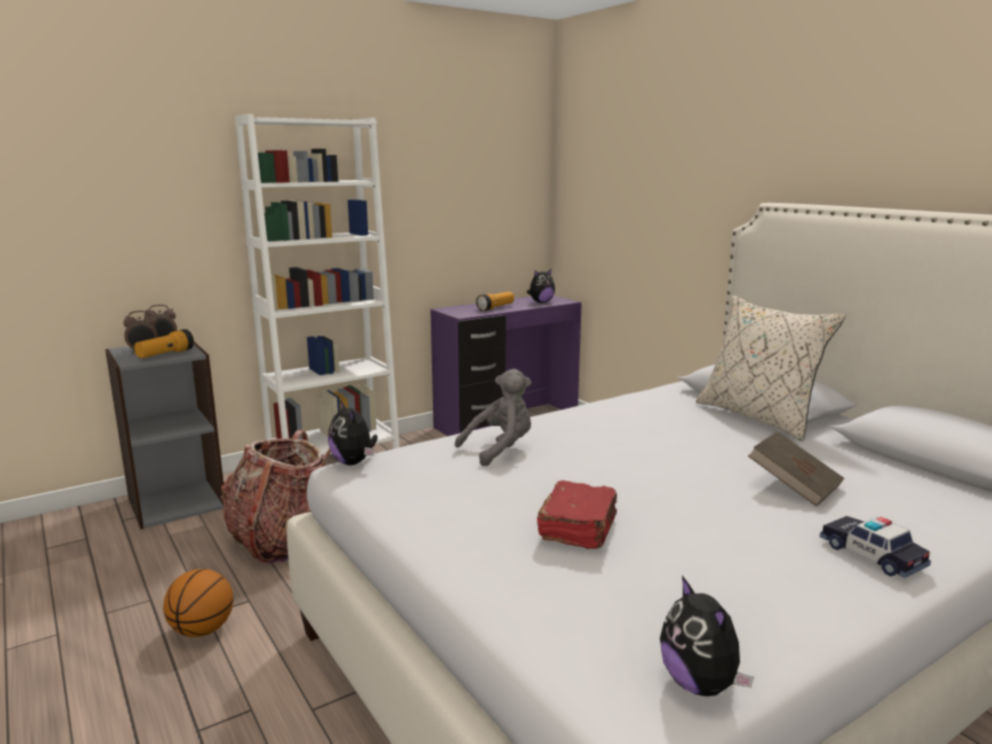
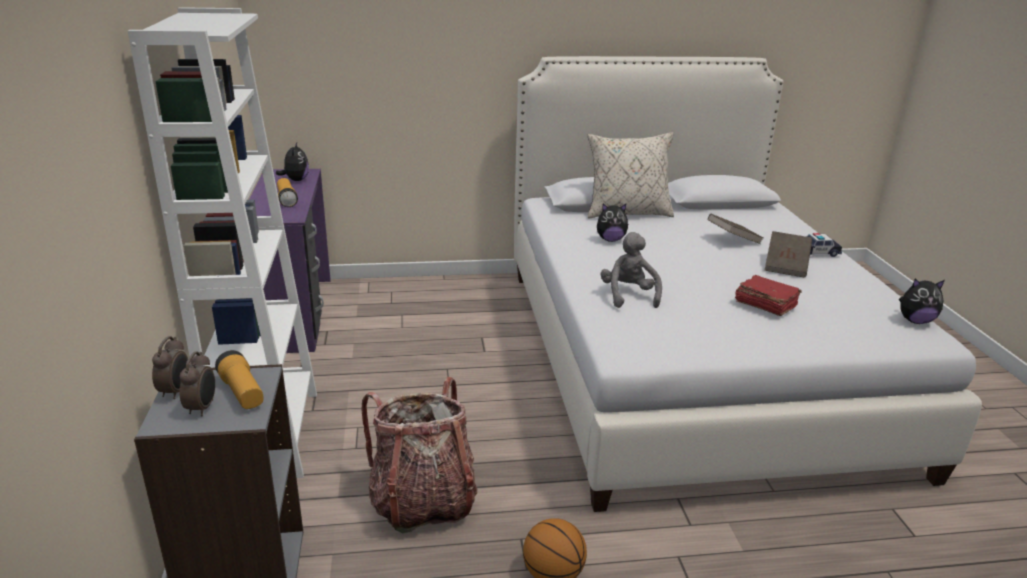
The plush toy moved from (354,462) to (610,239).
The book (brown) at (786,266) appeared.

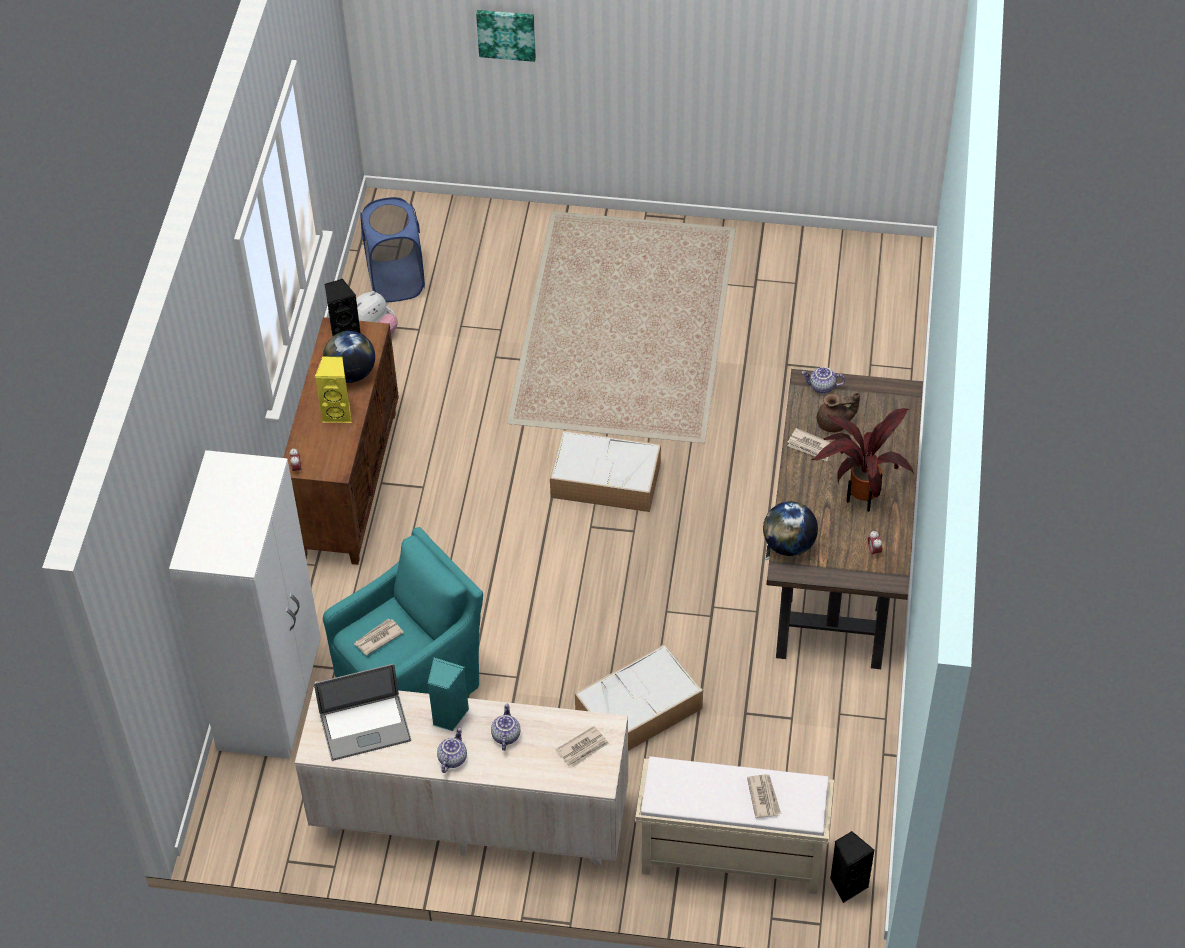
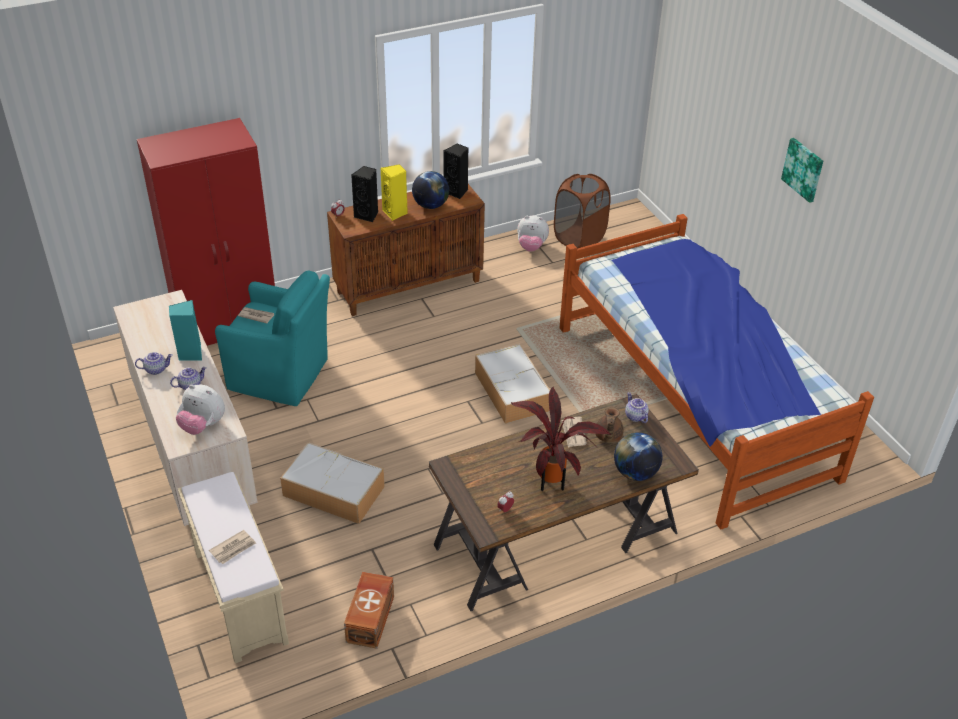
The picture moved from (506,33) to (803,169).
The laundry basket (blue) at (396,281) became the laundry basket (brown) at (579,238).
The teapot (brown) at (834,423) turned 45 degrees clockwise.
The wardrobe (white) at (271,695) became the wardrobe (red) at (228,325).
The globe moved from (788,545) to (635,473).
The laptop at (365,727) disappeared.
The newspaper at (583,748) was replaced by the plush toy at (203,425).
The speaker (black) moved from (847,884) to (367,215).
The bed at (693,399) appeared.
The storage box (brown) at (371,618) appeared.

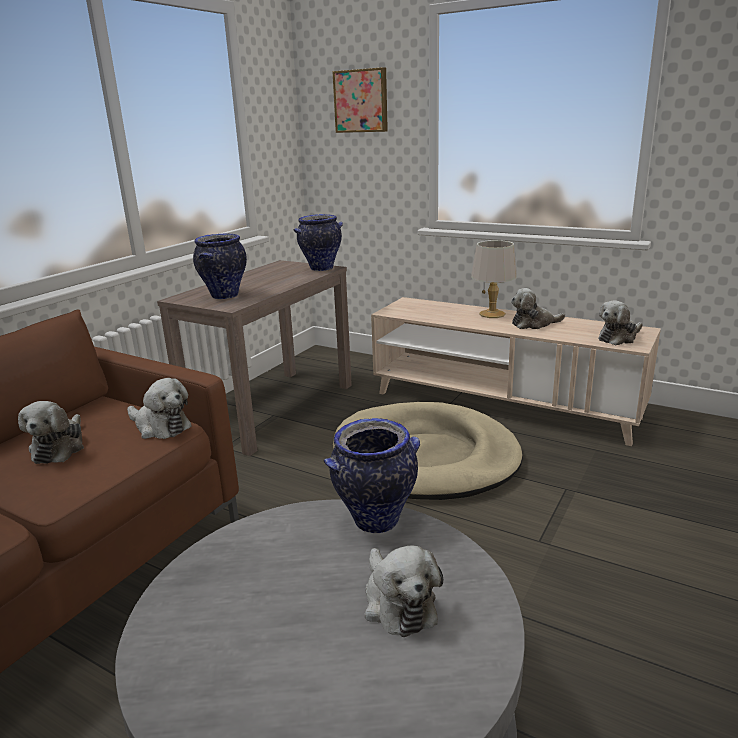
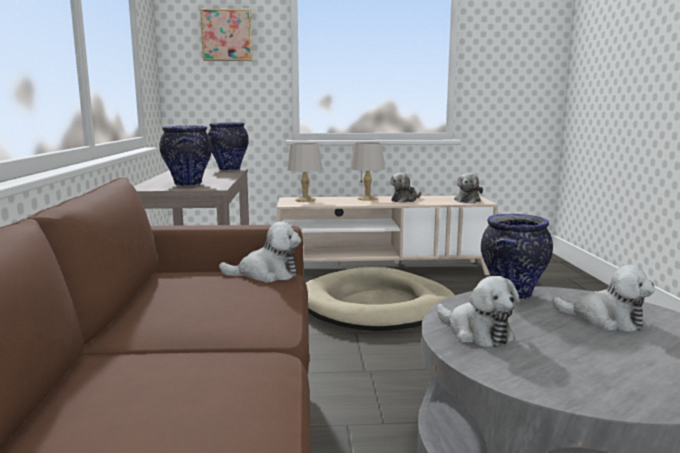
The plush toy moved from (59,447) to (476,333).
The table lamp (grey) at (305,200) appeared.

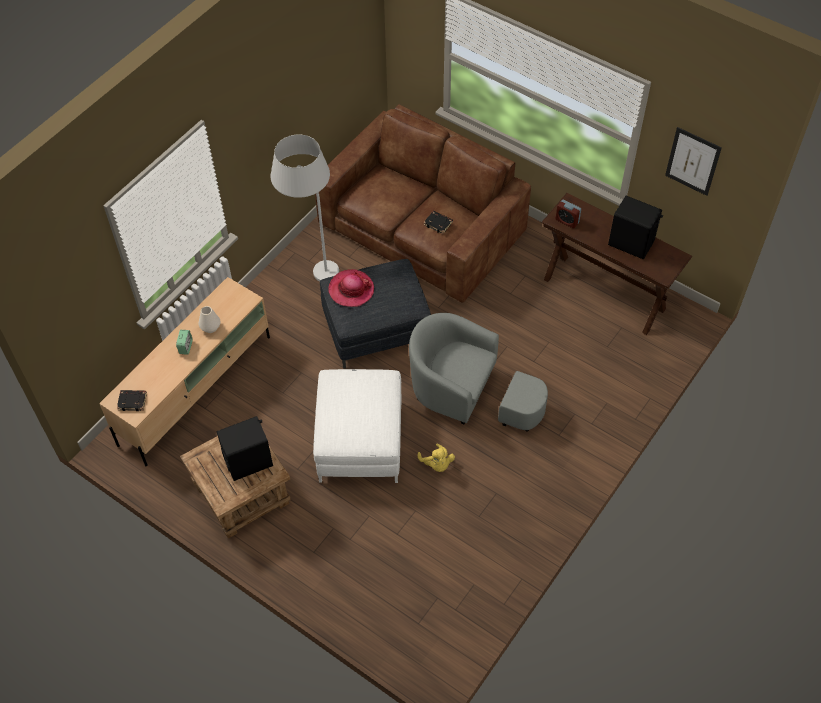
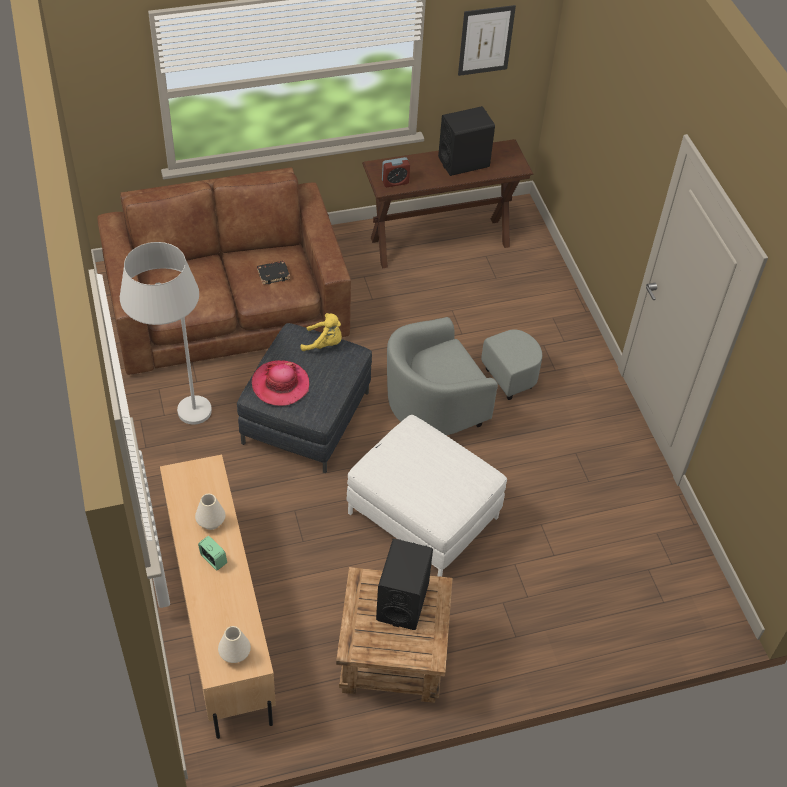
The book (black) at (132,401) was replaced by the vase (white) at (235,653).
The plush toy (yellow) moved from (437,464) to (324,344).

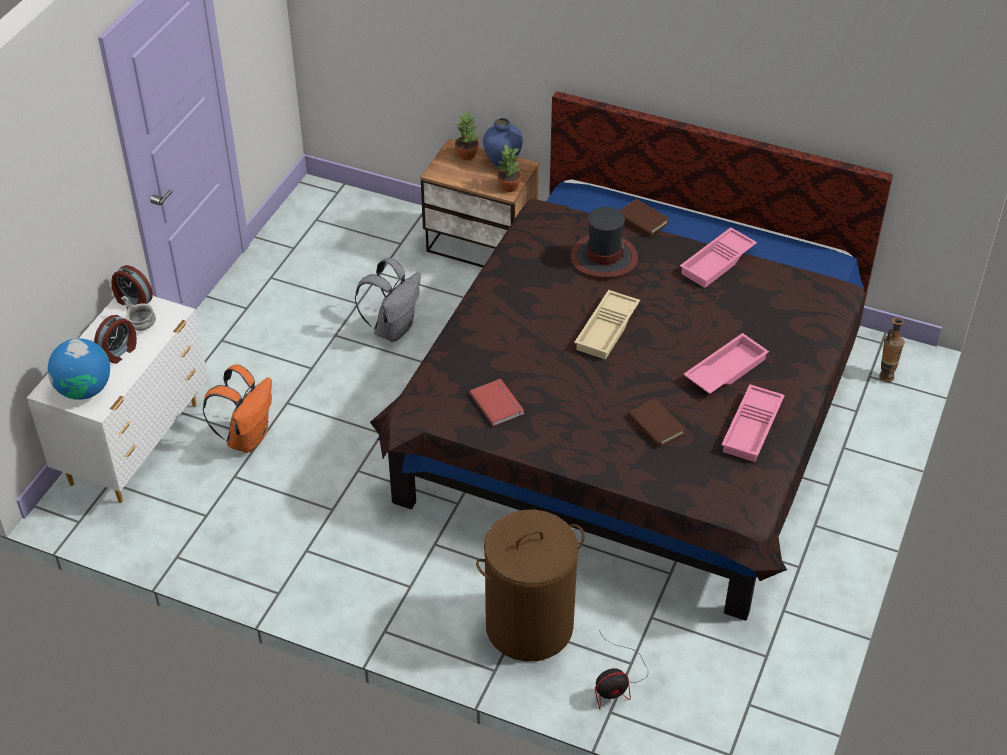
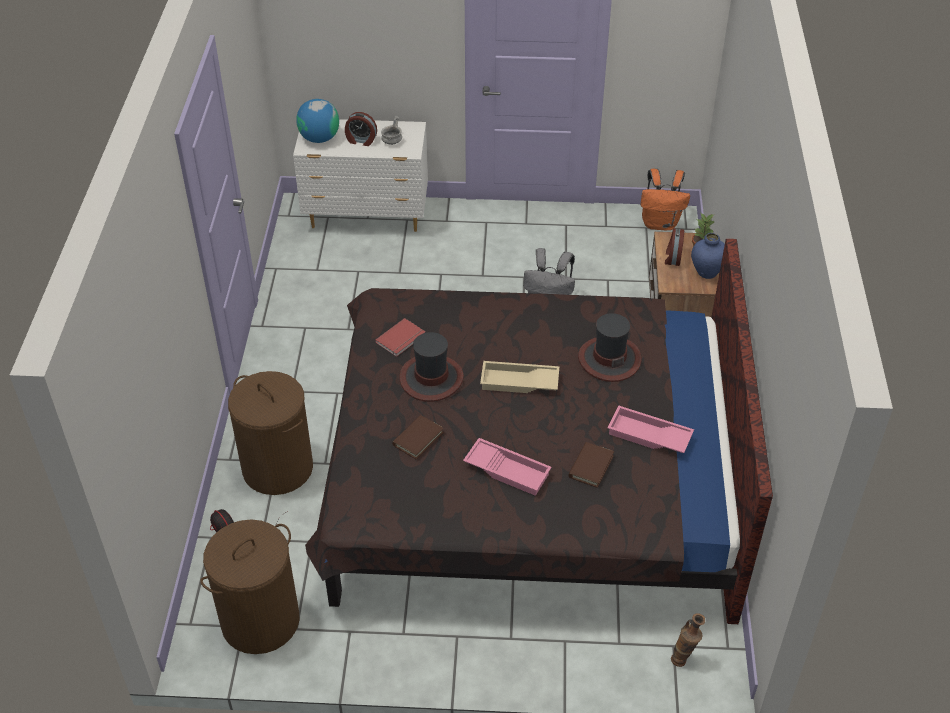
The potted plant at (509,187) disappeared.
The book (brown) moved from (642,220) to (591,466).
The alarm clock moved from (133,301) to (672,257).
The backpack (orange) moved from (247,437) to (660,223).
The tray (pink) at (753,428) disappeared.
The hat at (431,378) appeared.
The laundry basket (brown) at (260,620) appeared.

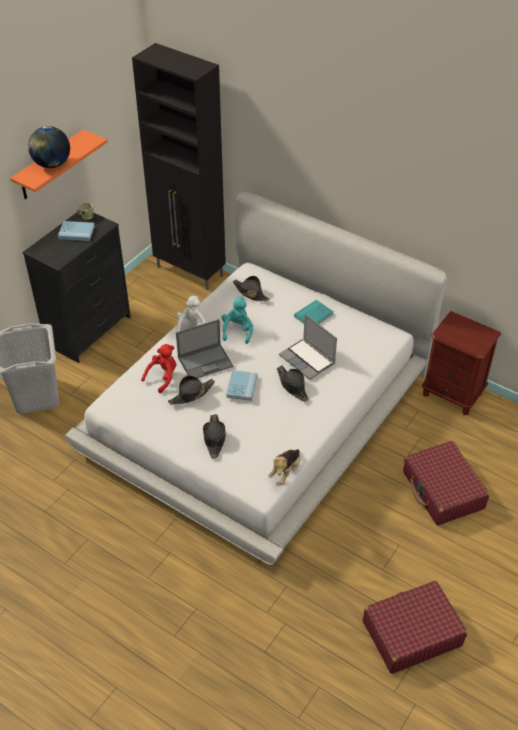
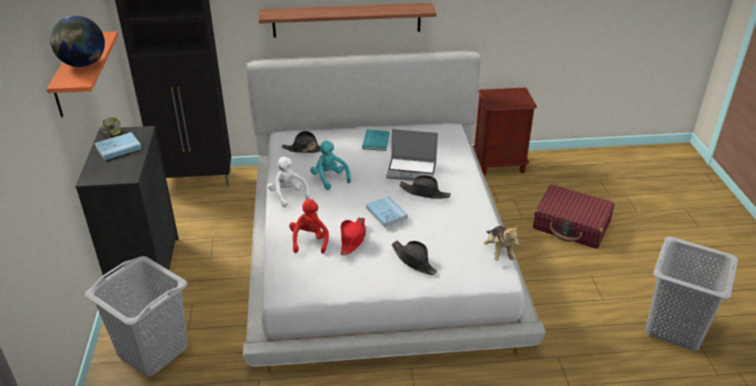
The laptop at (206,361) disappeared.
The hat (black) at (191,394) became the hat (red) at (353,239).
The suitcase (red) at (411,633) was replaced by the laundry basket (grey) at (675,328).
The shelf at (347,20) appeared.

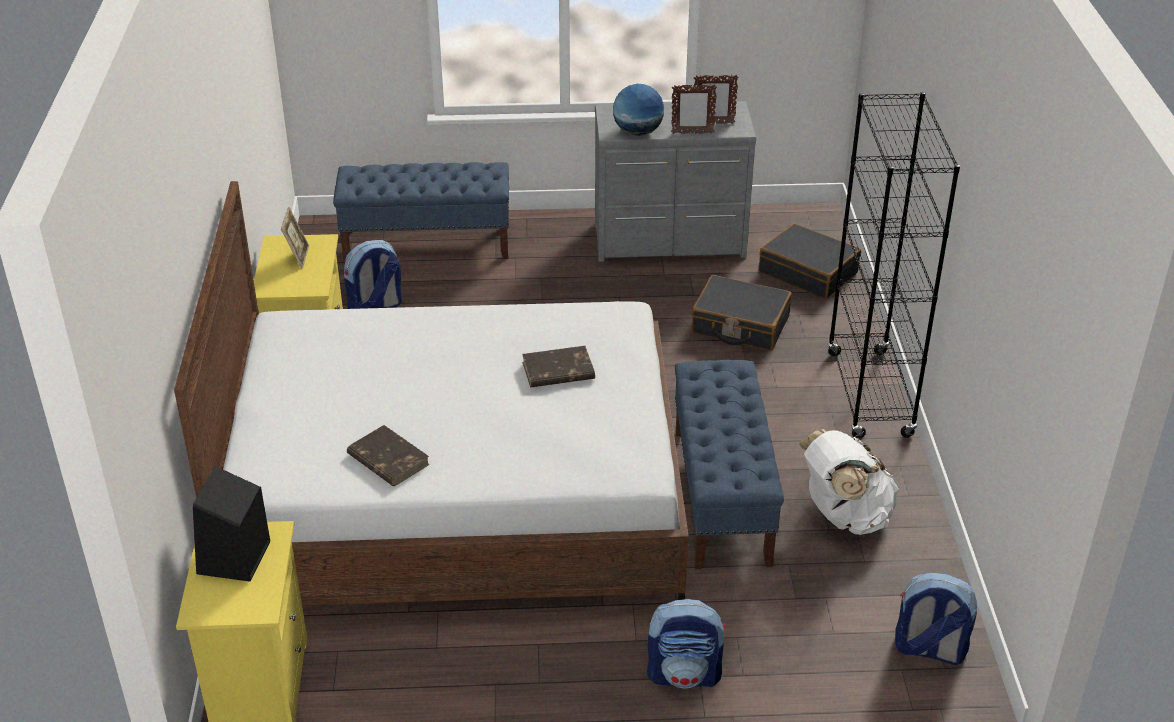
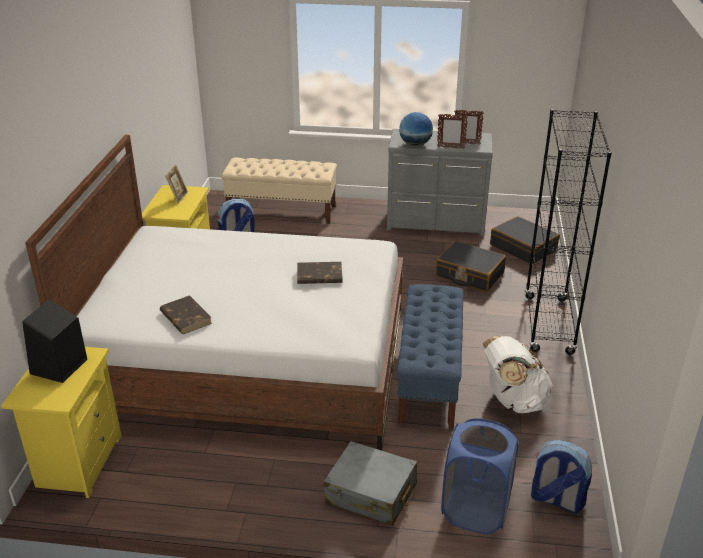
The bench (blue) at (427,244) became the bench (beige) at (282,211).
The backpack at (684,674) was replaced by the suitcase (grey) at (371,493).
The laundry basket (blue) at (475,510) appeared.

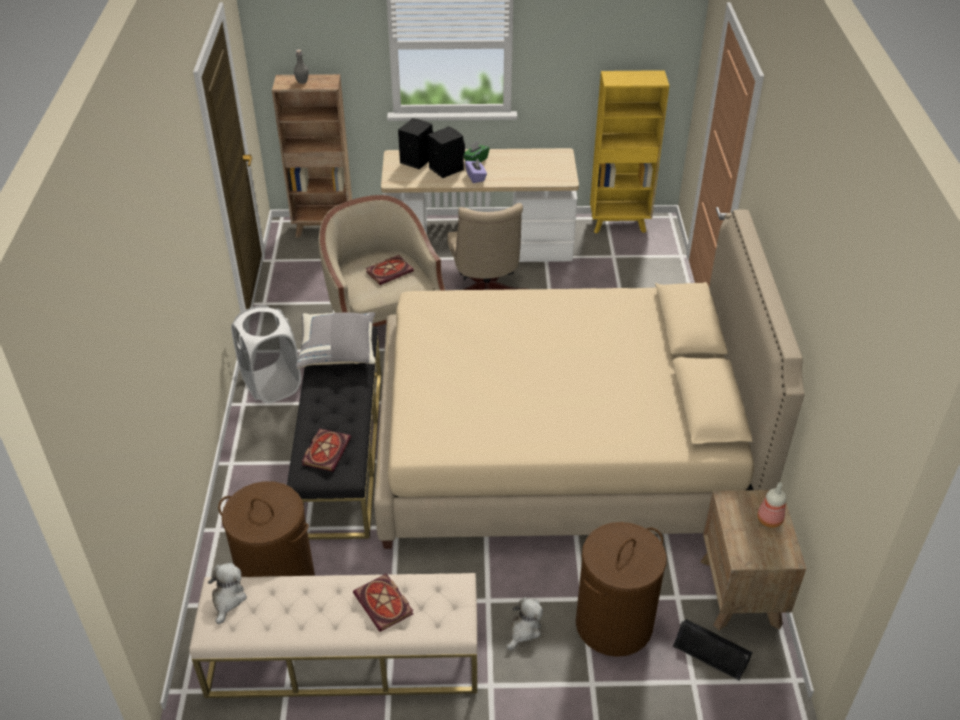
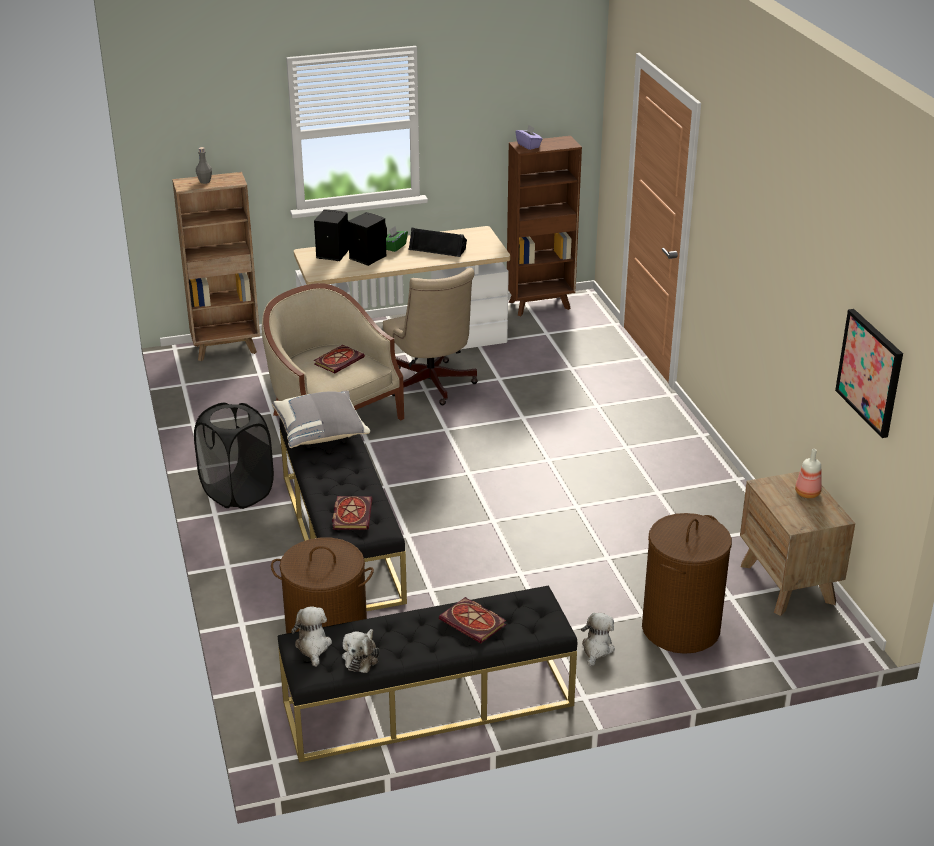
The bookcase (yellow) at (619,224) became the bookcase (brown) at (541,305).
The tissue box (purple) moved from (476,177) to (528,145).
The bed (beige) at (560,447) disappeared.
The laundry basket (white) at (271,384) became the laundry basket (black) at (237,492).
The bench (beige) at (343,658) became the bench (black) at (428,704).
The speaker (black) moved from (712,651) to (438,248).
The picture at (870,372) appeared.
The plush toy at (361,657) appeared.

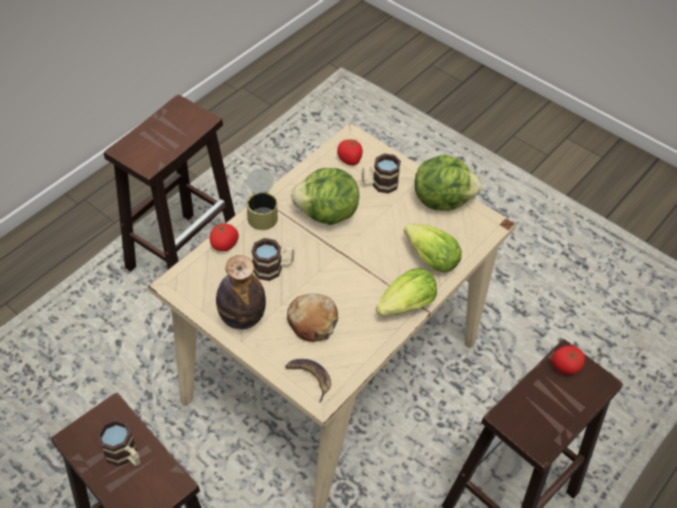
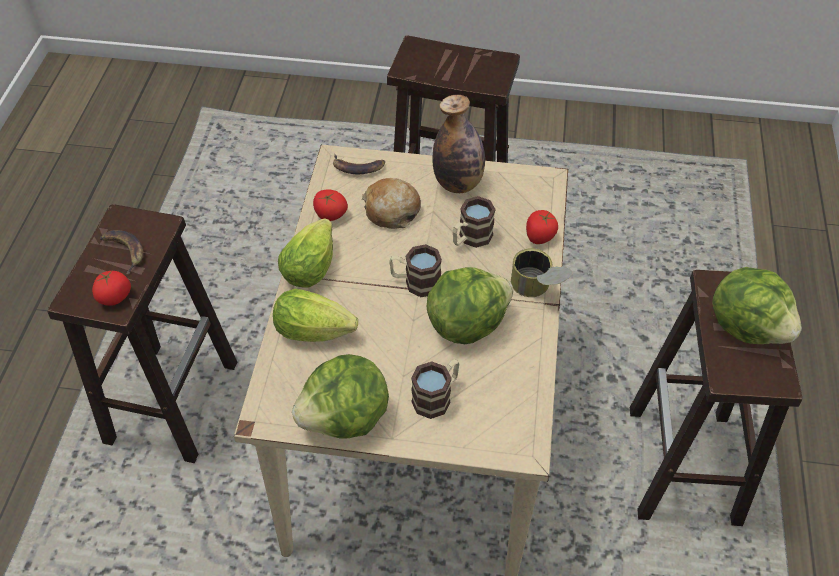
The tomato moved from (350,160) to (330,215).
The mug moved from (125,455) to (415,282).
The banana at (124,251) appeared.
The lettuce at (747,326) appeared.

